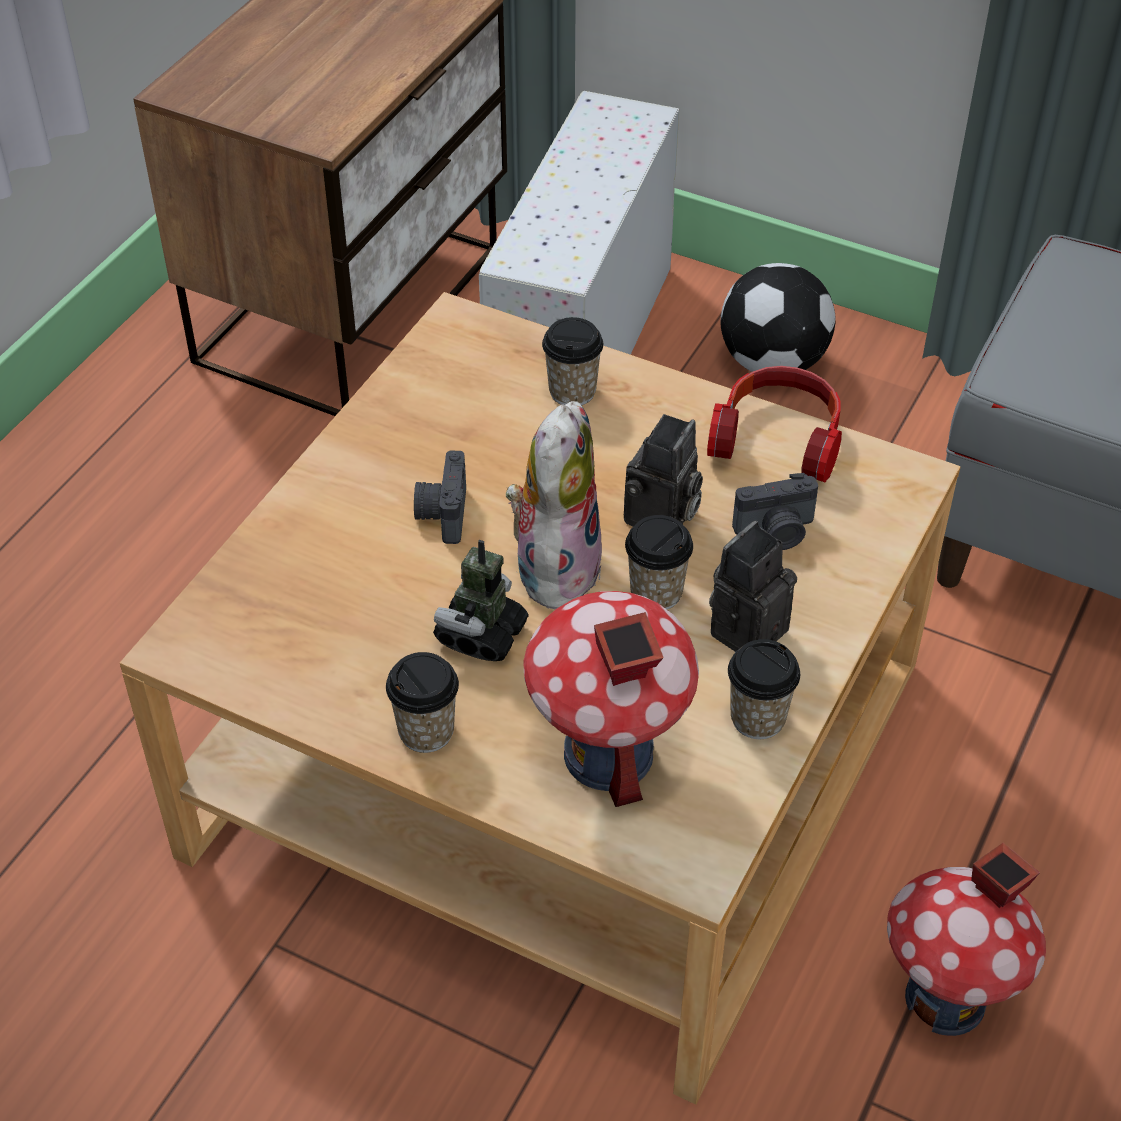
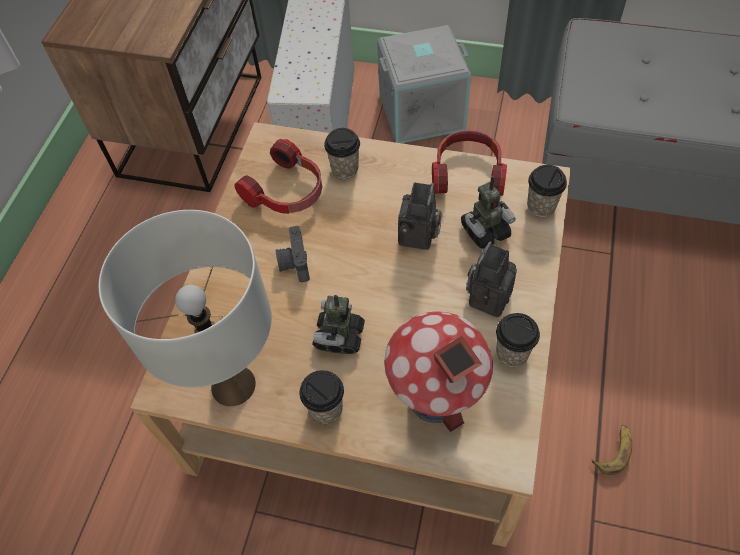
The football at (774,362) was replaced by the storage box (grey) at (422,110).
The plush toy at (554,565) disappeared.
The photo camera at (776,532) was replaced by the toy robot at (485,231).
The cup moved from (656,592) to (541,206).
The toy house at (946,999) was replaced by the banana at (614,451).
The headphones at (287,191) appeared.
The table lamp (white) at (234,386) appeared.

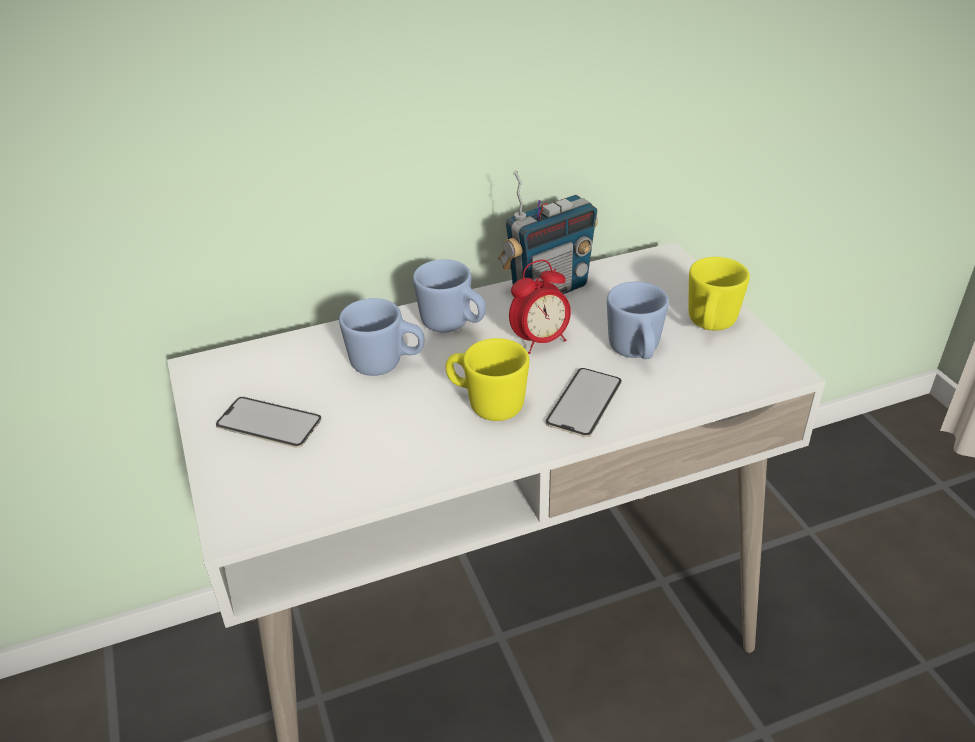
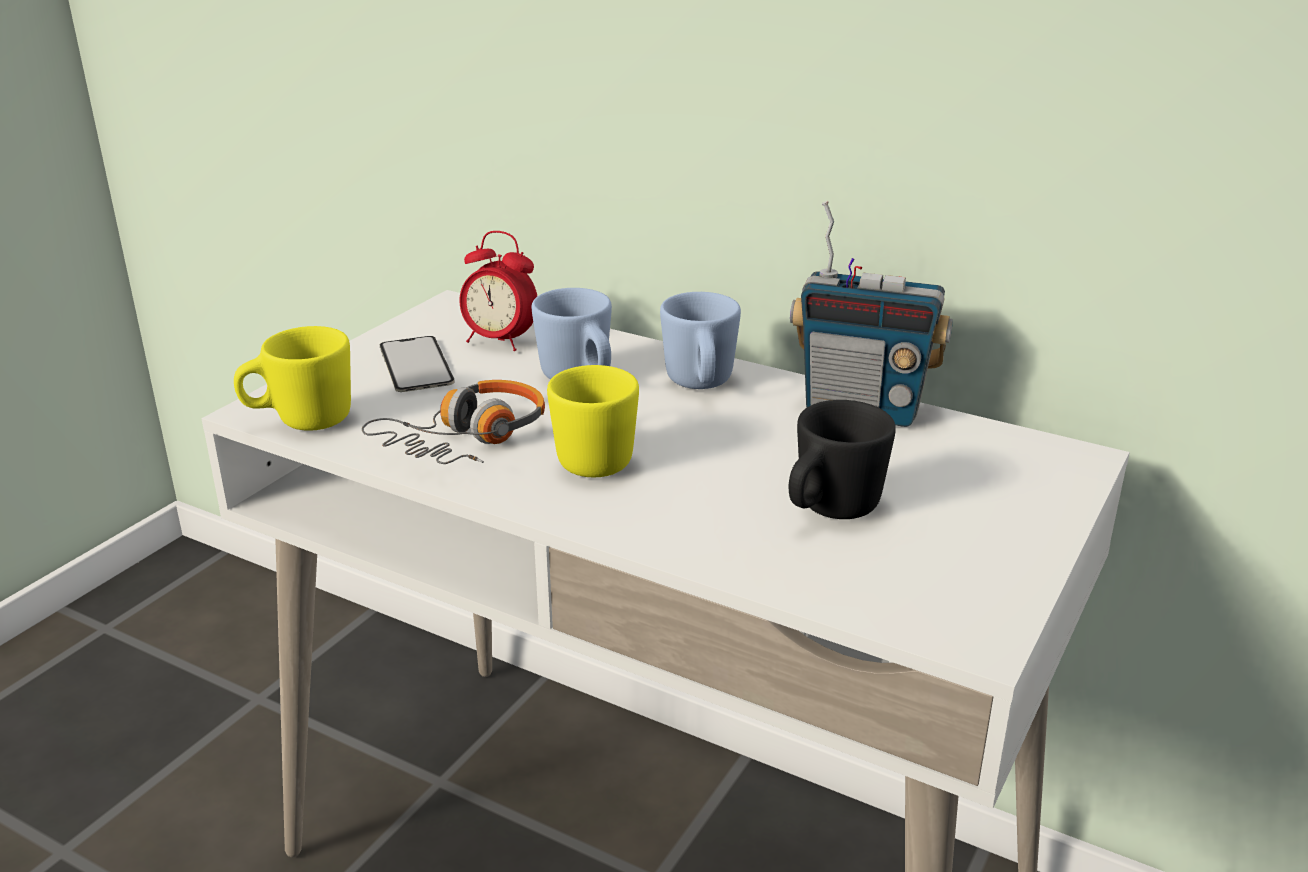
The mug (yellow) moved from (710,325) to (301,421).
The alarm clock moved from (540,341) to (500,341).
The mug (blue) at (635,353) became the mug (black) at (829,510).
The phone at (584,402) disappeared.
The headphones at (467,439) appeared.

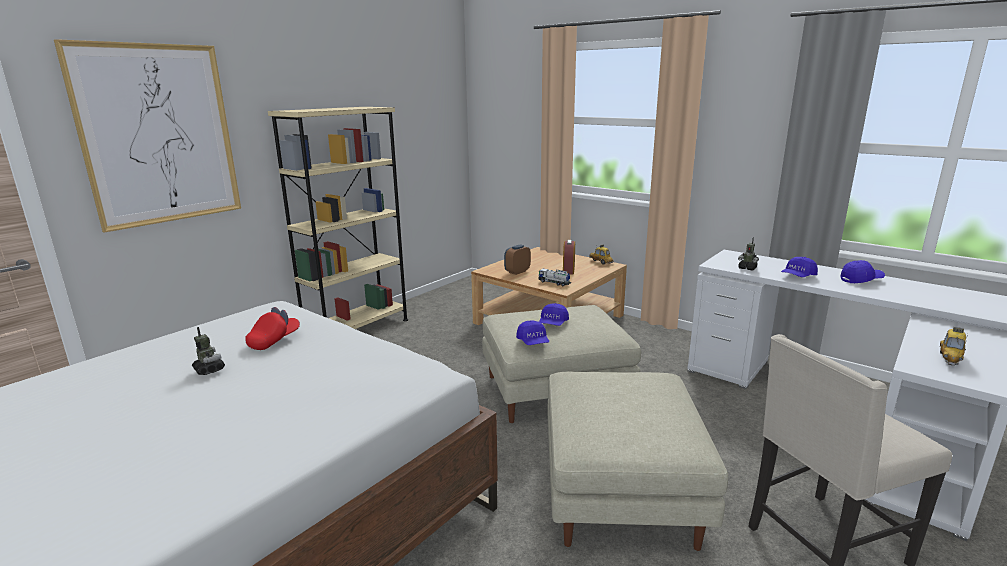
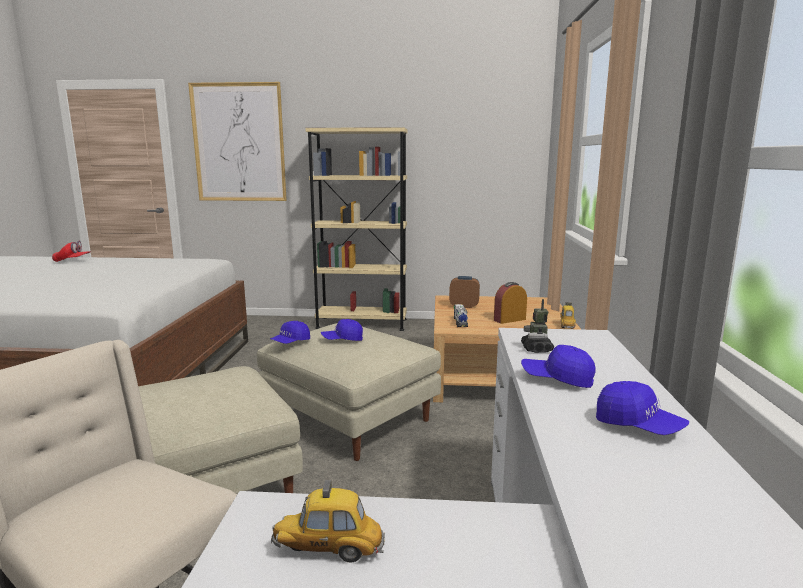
The cap (red) moved from (274,341) to (72,261).
The toy robot at (209,369) disappeared.

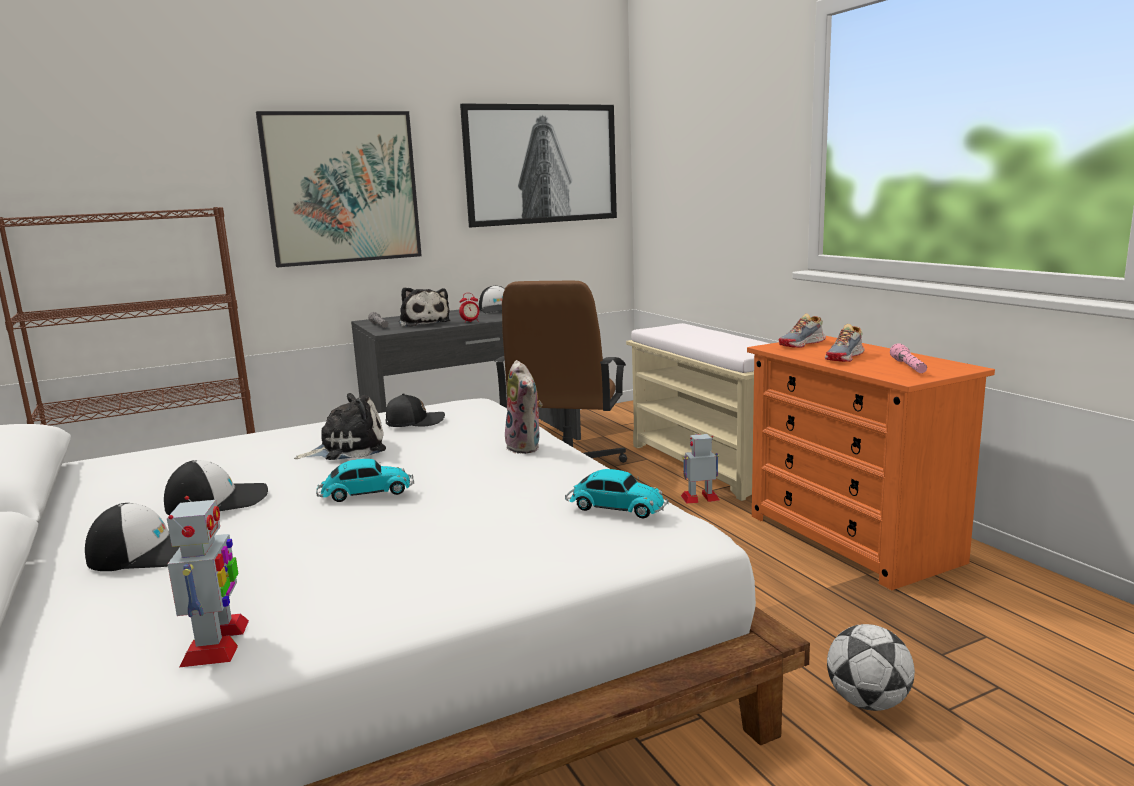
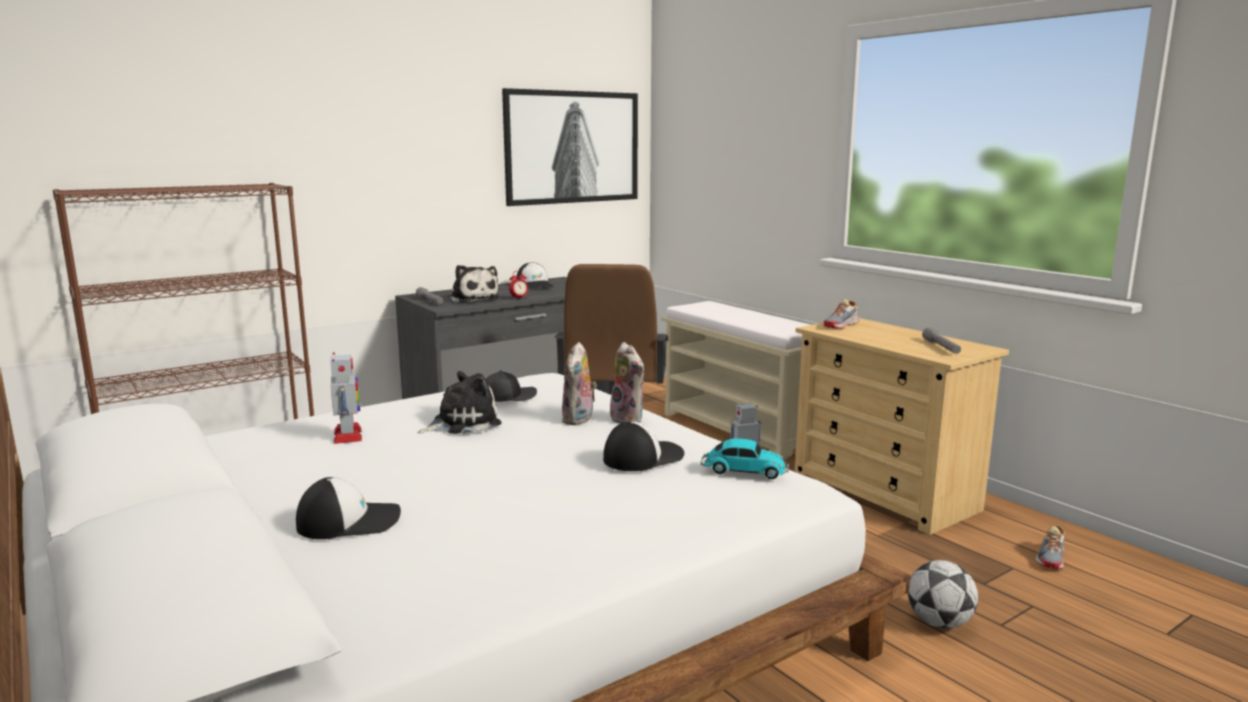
The picture at (342,188) disappeared.
The shoe moved from (845,357) to (1051,558).
The dresser (orange) at (852,538) became the dresser (beige) at (885,493).
The flashlight (pink) at (908,367) became the flashlight (grey) at (941,347).
The toy car at (364,493) disappeared.
The cap moved from (218,501) to (642,457).
The toy robot moved from (216,643) to (348,435).
The plush toy at (579,420) appeared.

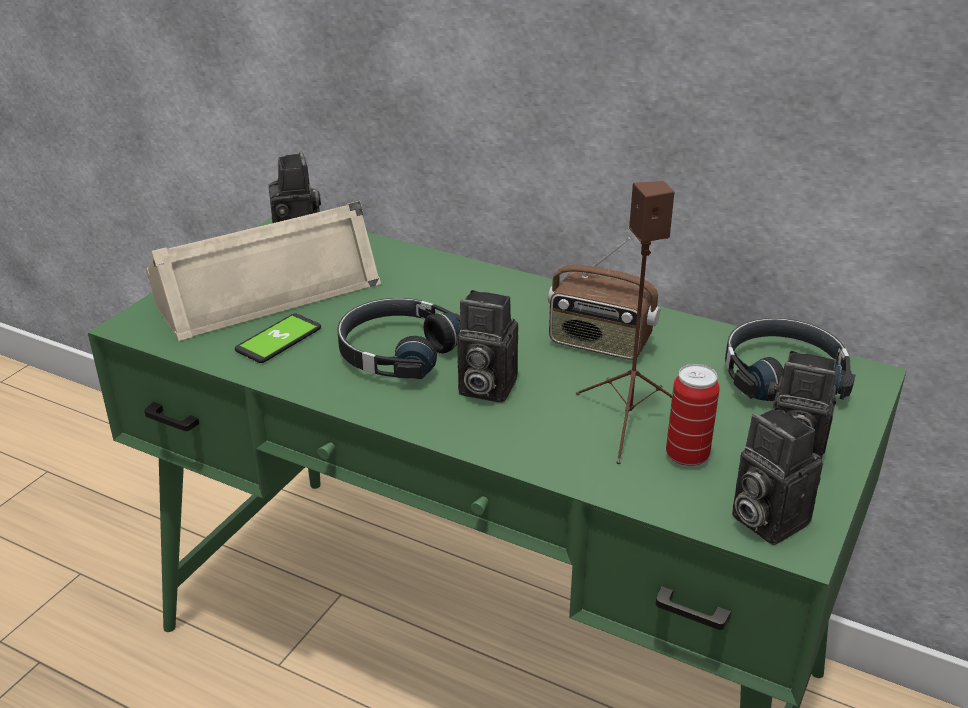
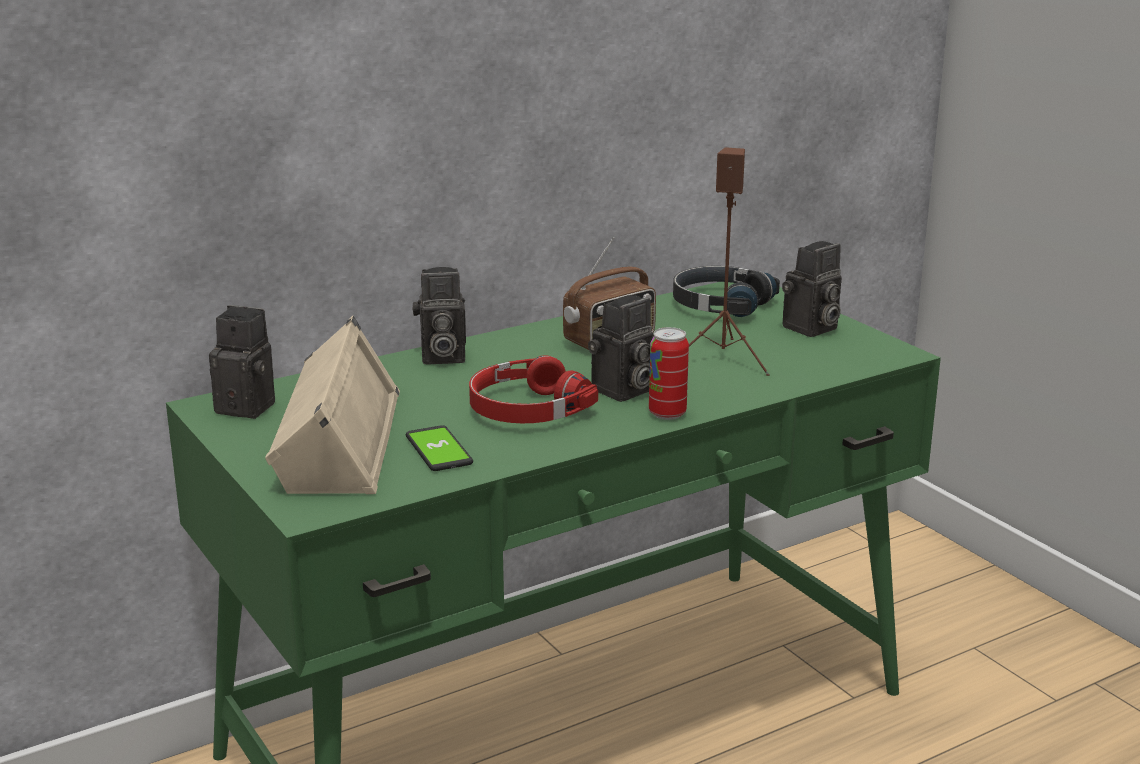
The headphones (black) at (397,352) became the headphones (red) at (526,409).
The can moved from (687,456) to (667,413).
The photo camera moved from (763,519) to (440,357).

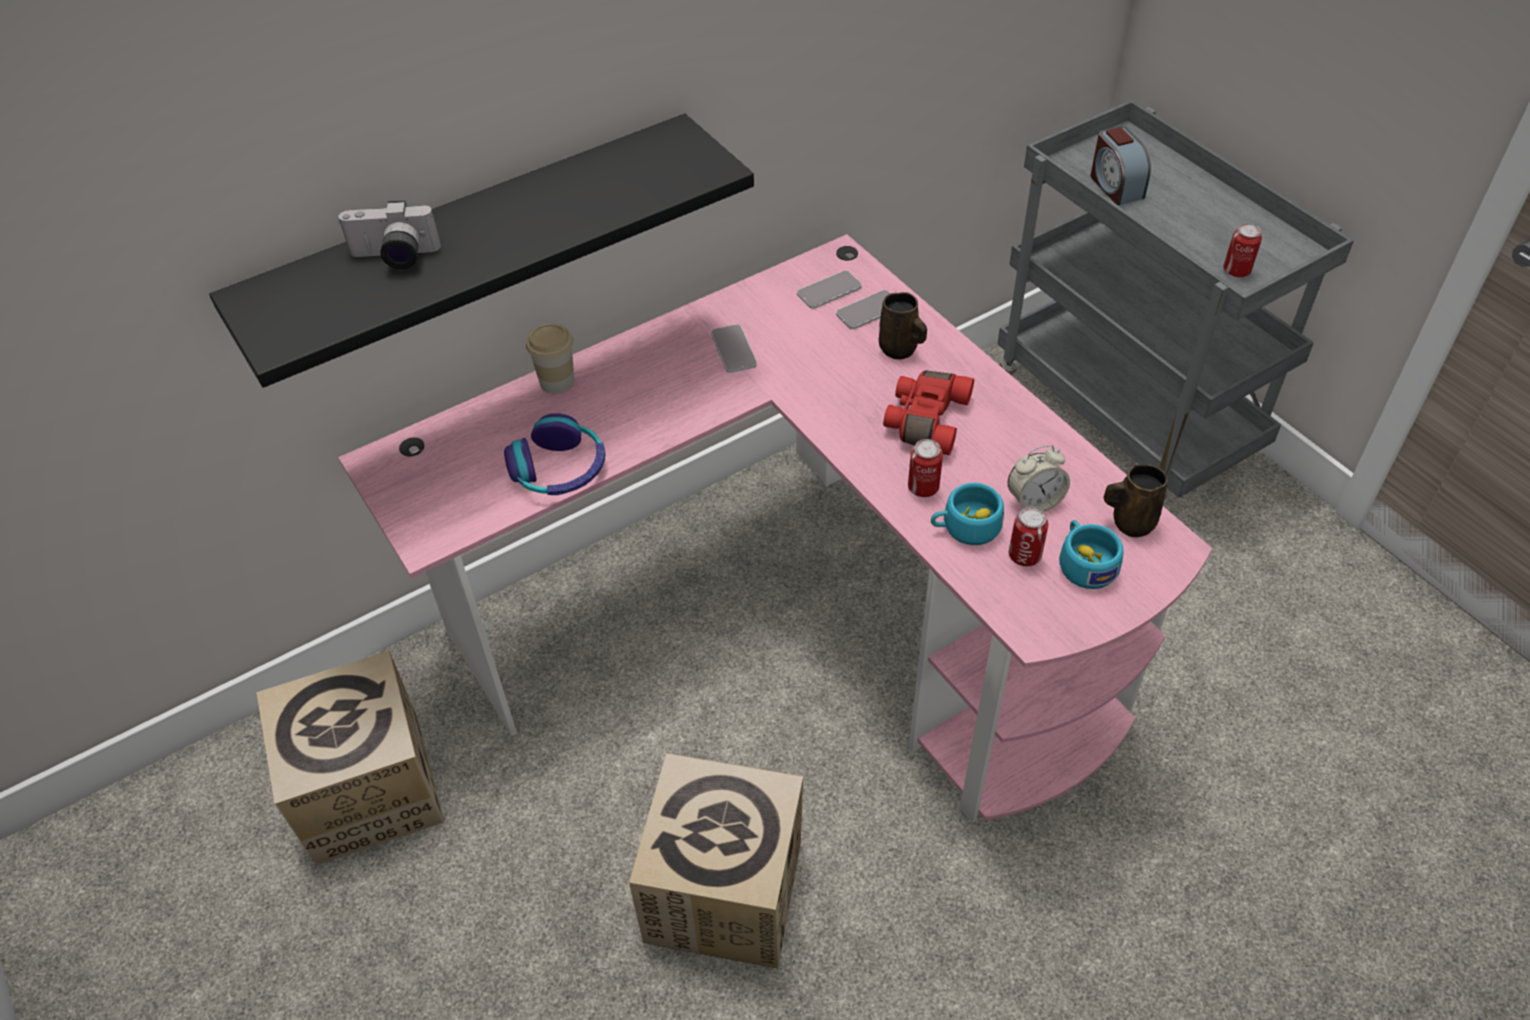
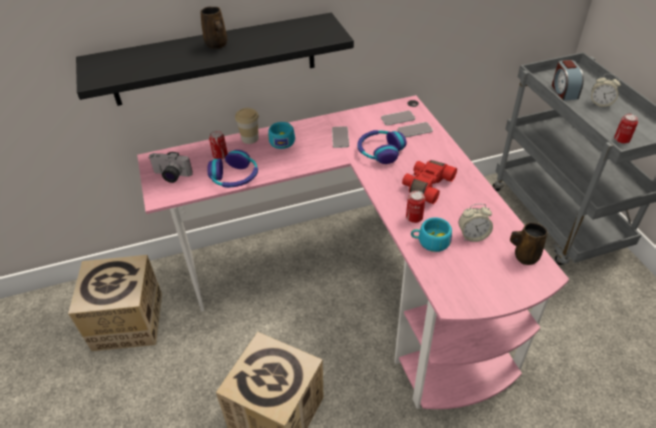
The photo camera moved from (394,257) to (170,176).
The mug (brown) moved from (899,349) to (217,45).
The can moved from (1024,555) to (220,156).
The cup (turquoise) moved from (1084,563) to (282,140).
The alarm clock at (600,103) appeared.
The headphones at (380,151) appeared.

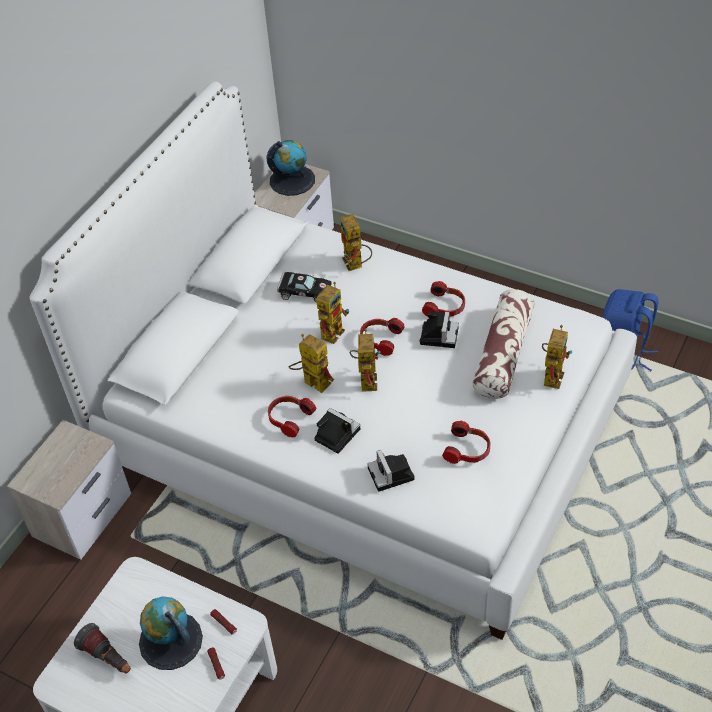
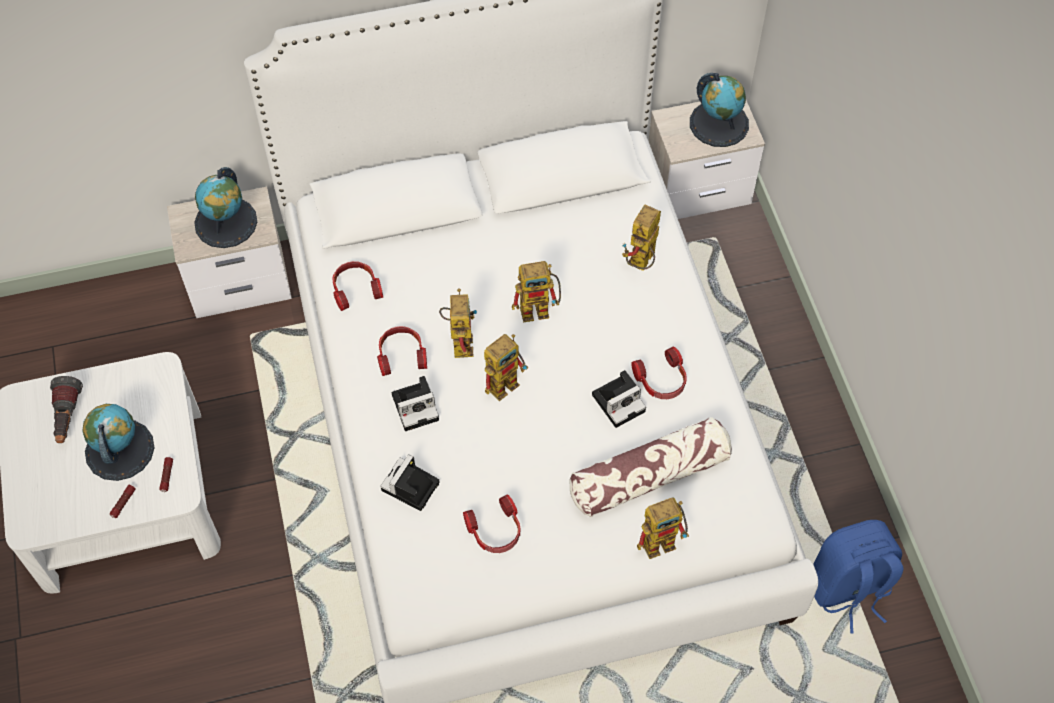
The toy car (black) at (303,292) disappeared.
The headphones moved from (380,340) to (355,289).
The photo camera at (335,434) turned 75 degrees clockwise.
The globe at (226,222) appeared.

